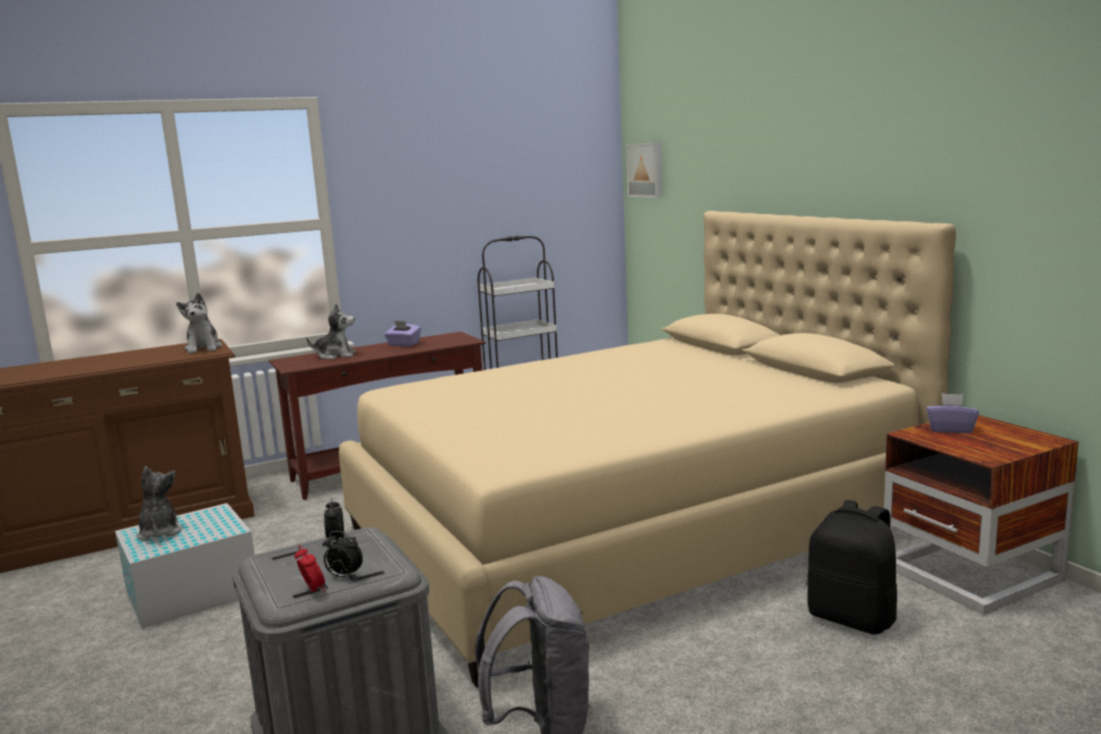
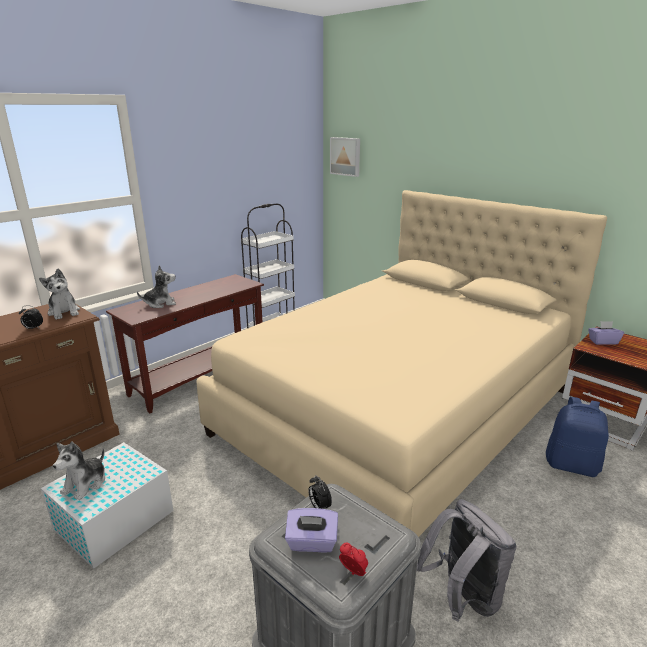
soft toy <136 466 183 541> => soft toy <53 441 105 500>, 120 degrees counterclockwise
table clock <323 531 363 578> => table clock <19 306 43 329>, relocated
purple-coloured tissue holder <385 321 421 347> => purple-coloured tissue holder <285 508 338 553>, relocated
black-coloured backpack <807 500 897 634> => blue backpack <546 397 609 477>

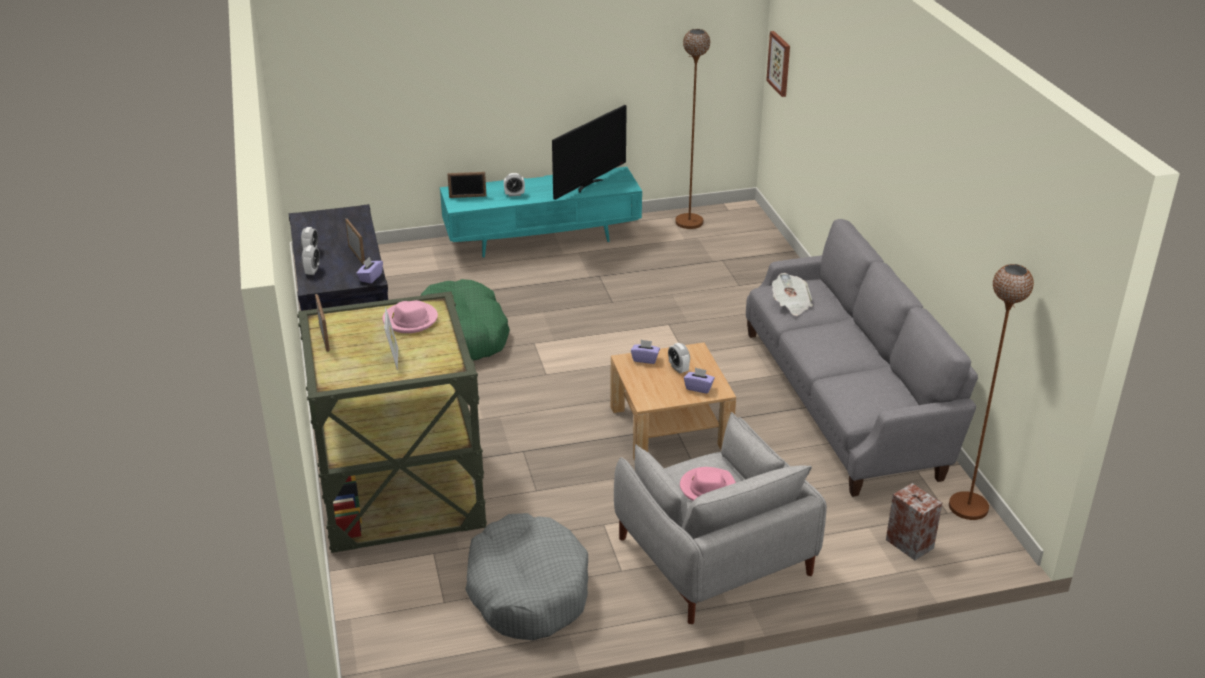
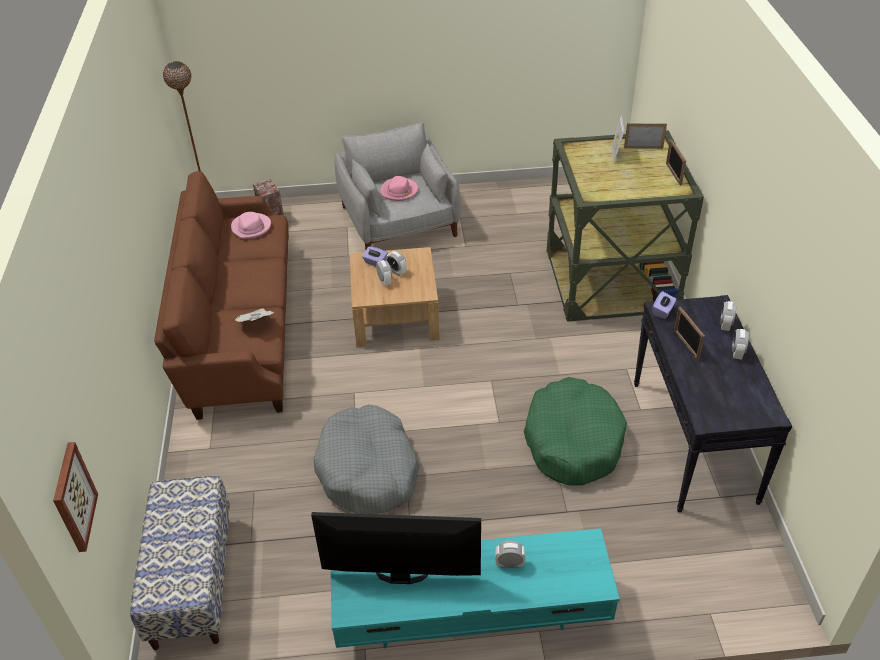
pink-coloured wearable hat <382 300 438 333> => pink-coloured wearable hat <231 212 271 239>, relocated
photo frame <447 172 487 198> => photo frame <624 123 667 149>, relocated
gray dog cushion <465 513 588 641> => gray dog cushion <314 405 419 514>, relocated
TV set <552 105 627 200> => TV set <311 512 481 584>, 45 degrees clockwise
purple-coloured tissue holder <631 340 660 364> => nothing
brownish standing lamp <675 29 710 229> => nothing
gray sofa <746 219 978 497> => brownish sofa <154 171 289 420>
nothing => bench <130 476 230 650>
nothing => table clock <386 251 407 276>

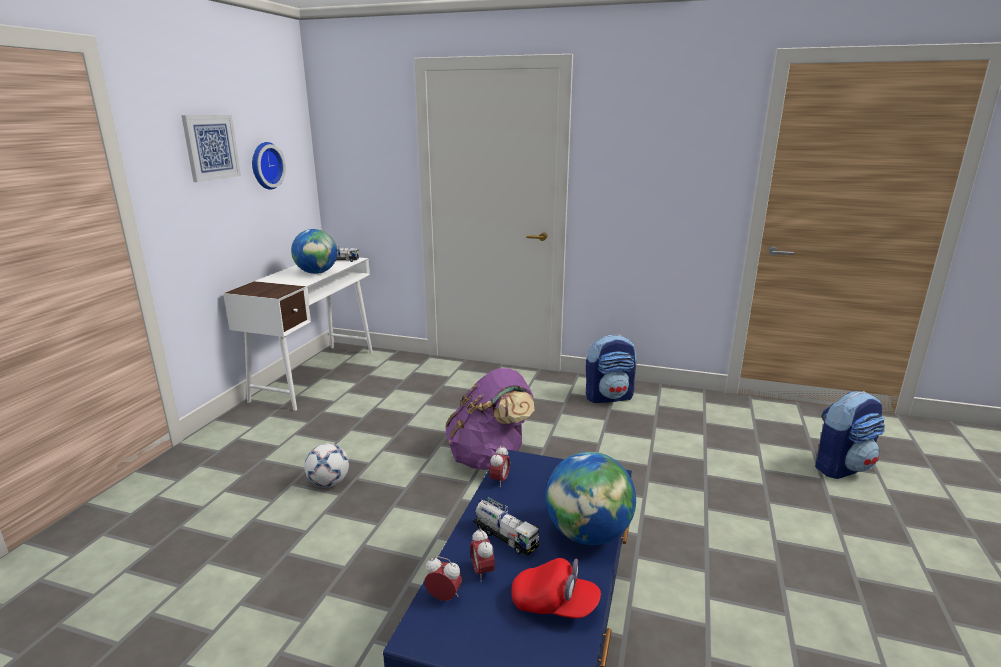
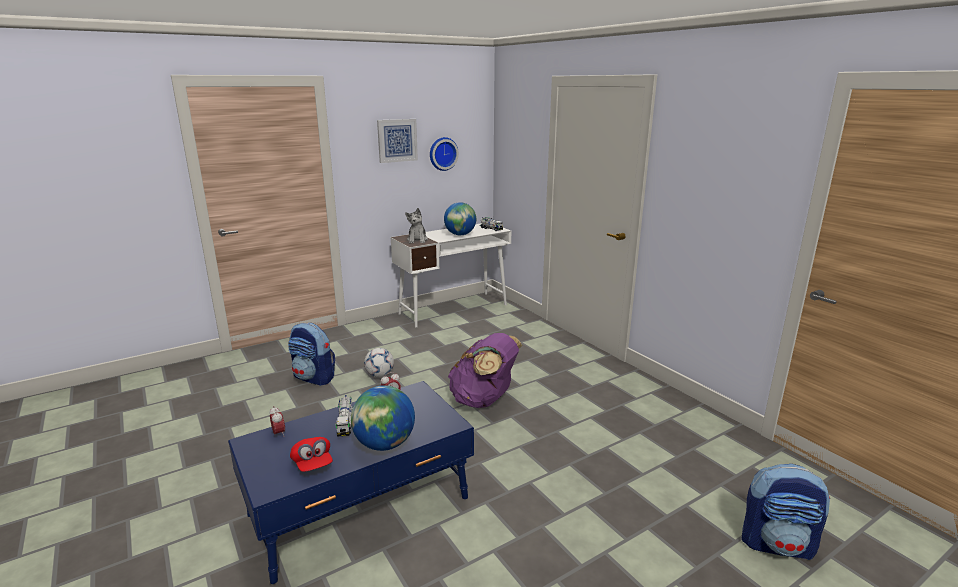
table clock <470 529 495 582> => nothing
backpack <586 334 636 403> => backpack <288 323 335 386>, relocated
nothing => soft toy <405 208 428 243>

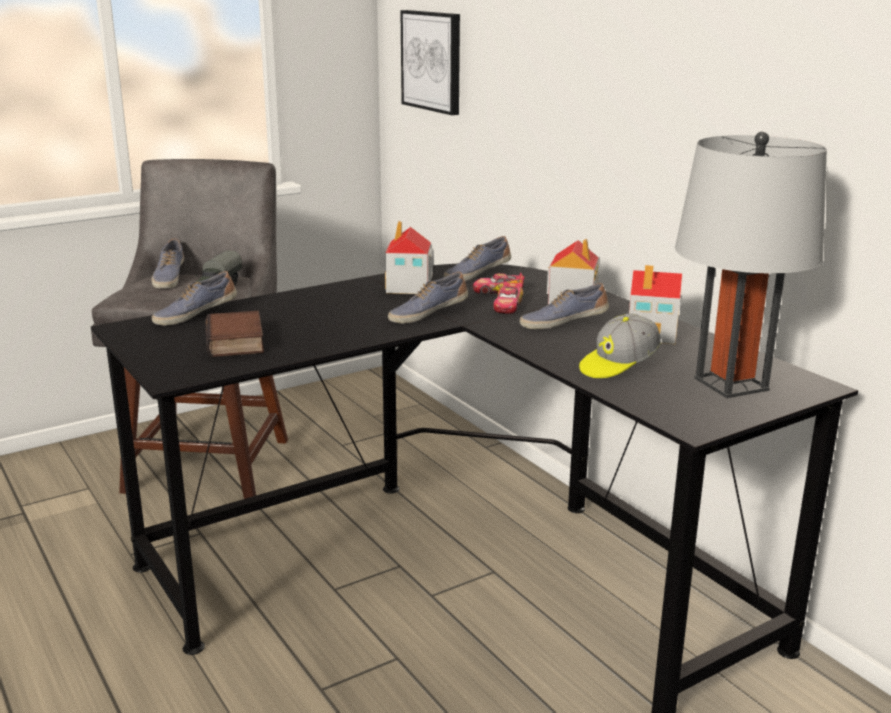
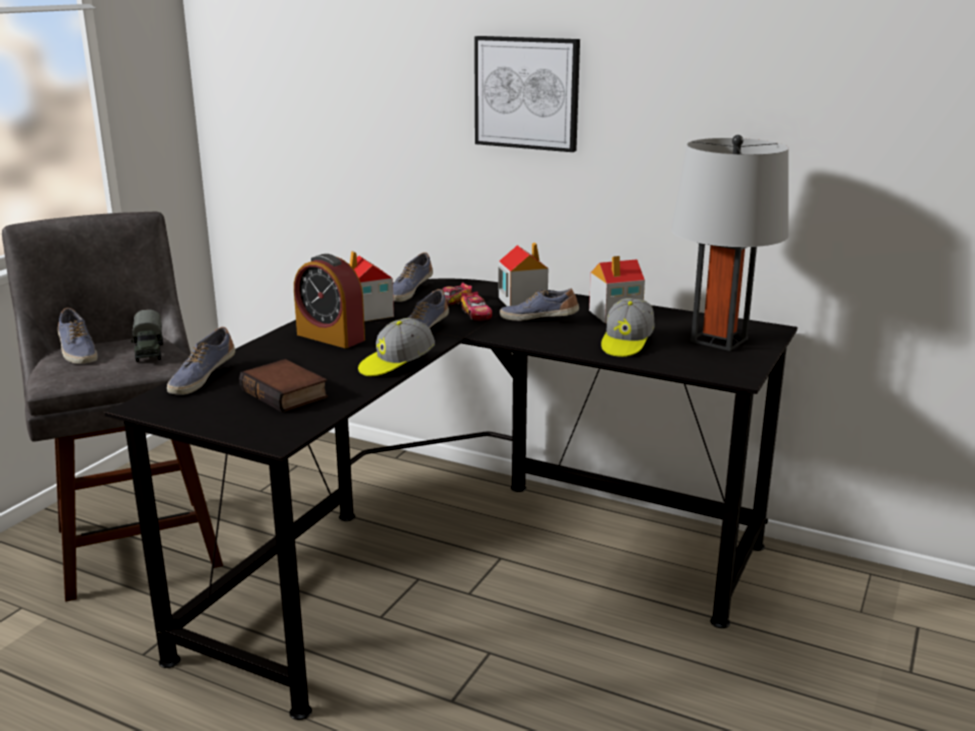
wall art <400 10 460 115> => wall art <474 36 580 152>, relocated
shoe <520 283 609 329> => shoe <500 288 579 321>, 60 degrees clockwise
nothing => table clock <294 254 365 348>
nothing => peaked cap <358 318 435 376>

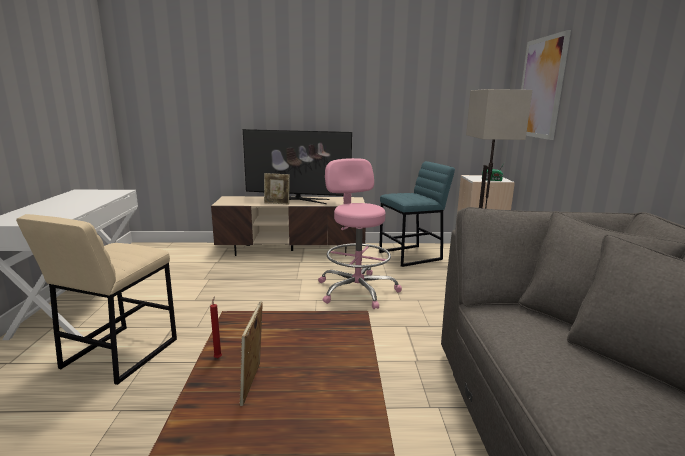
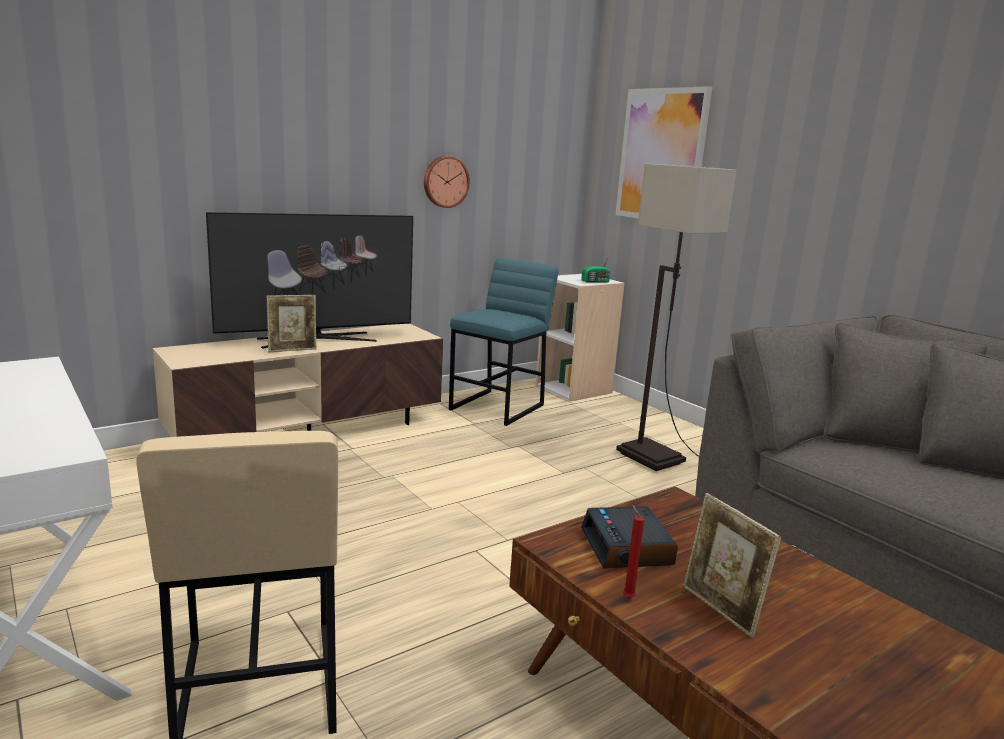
pink-coloured stool seat <318 158 402 309> => nothing
nothing => clock on the wall <424 156 470 208>
nothing => table clock <581 506 678 568>

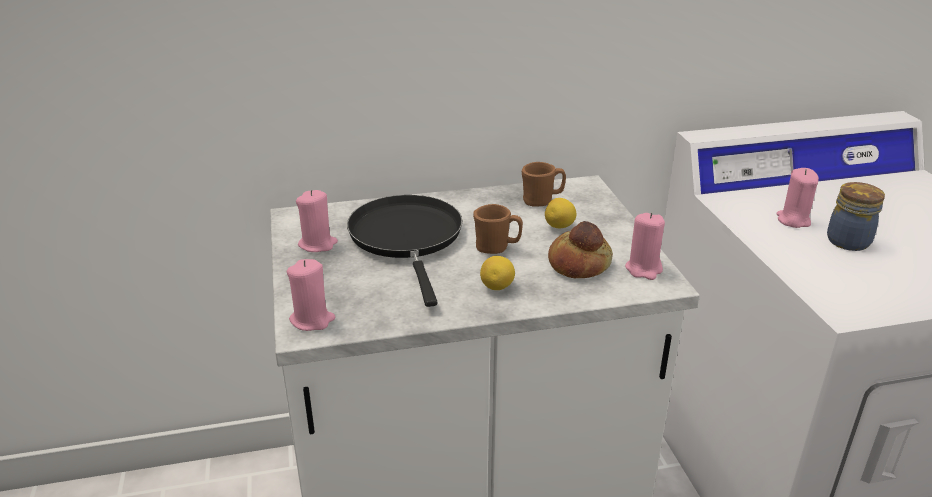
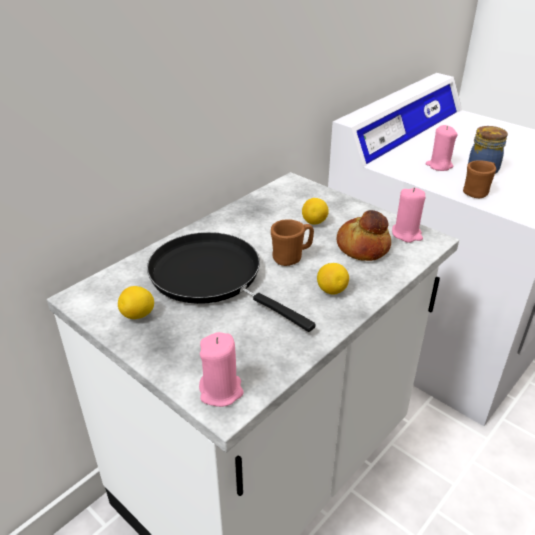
pink-coloured wax light <296 190 338 252> => lemon <118 286 154 319>
brownish coffee mug <522 162 566 207> => brownish coffee mug <463 160 496 198>, relocated

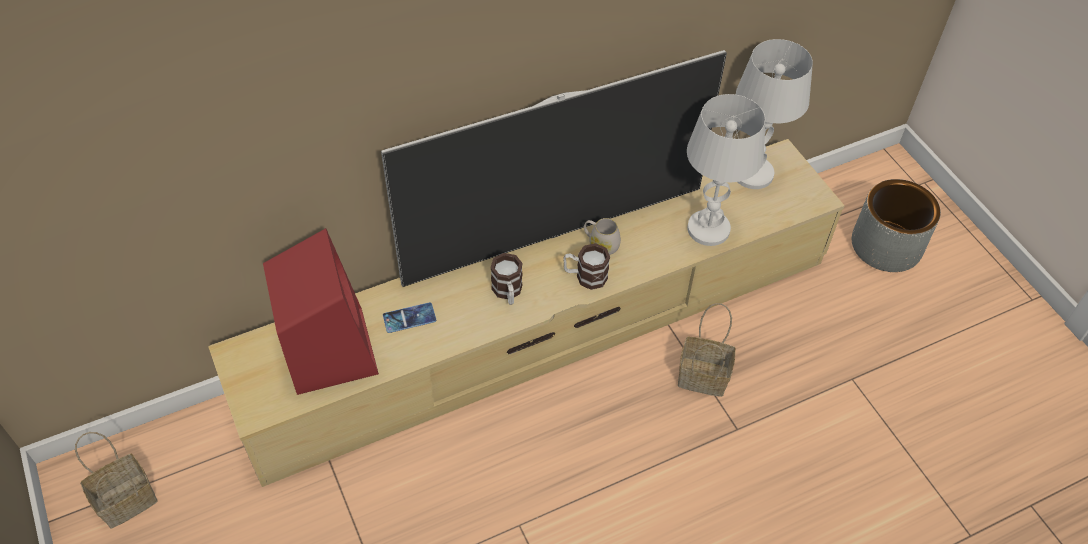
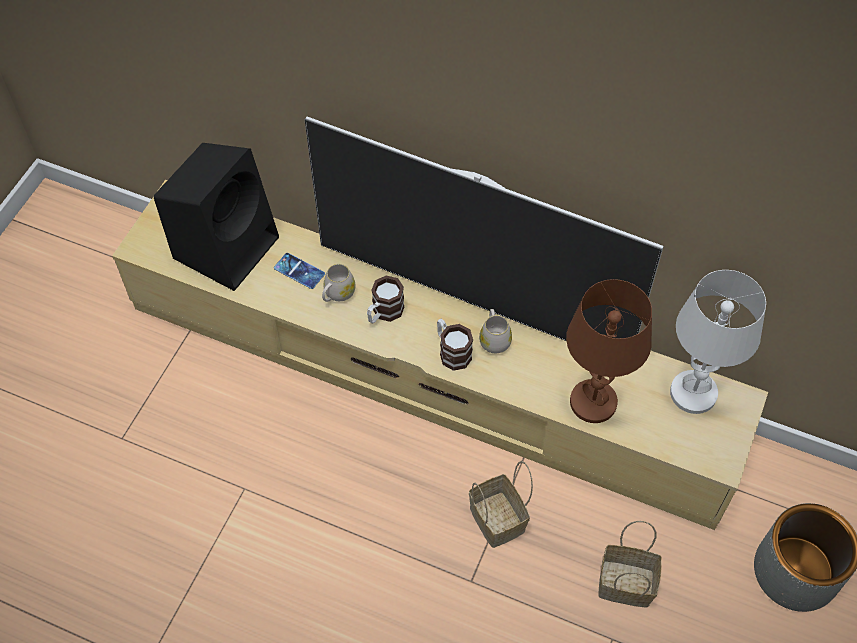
basket <75 432 157 529> => basket <598 521 662 608>, relocated
red audio speaker <263 228 379 395> => black-coloured audio speaker <154 143 279 291>
white-coloured tabletop lamp <687 94 765 246> => brownish tabletop lamp <566 279 652 423>
nothing => white-coloured coffee mug <322 264 355 302>

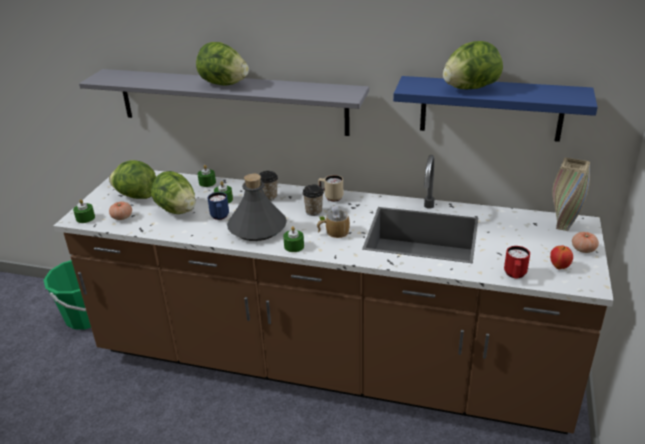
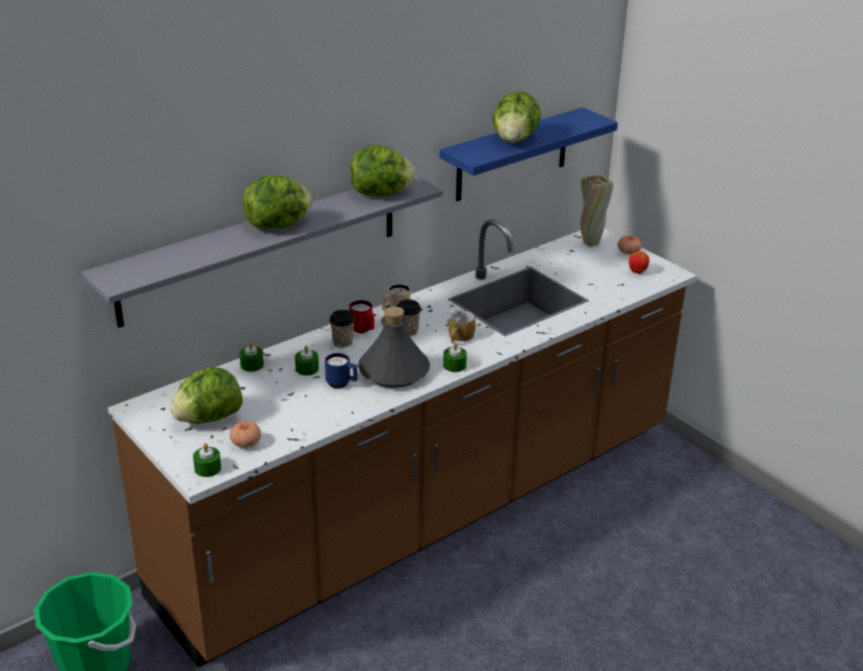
head of lettuce <151 171 196 214> => head of lettuce <350 145 415 196>, relocated
red coffee mug <504 246 530 278> => red coffee mug <349 300 374 333>, relocated

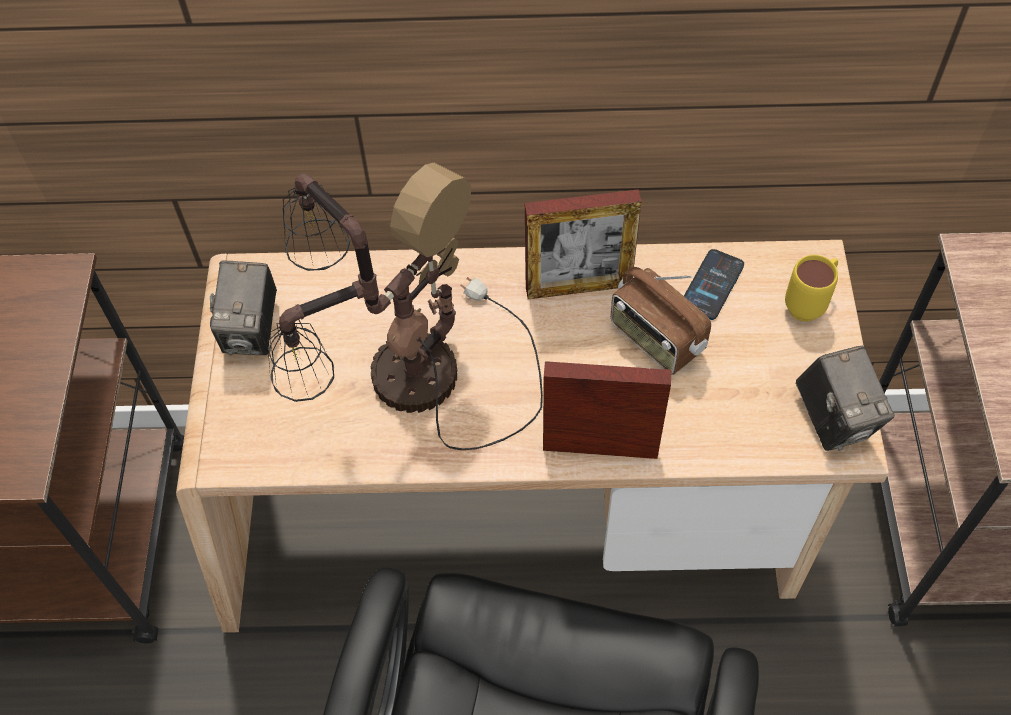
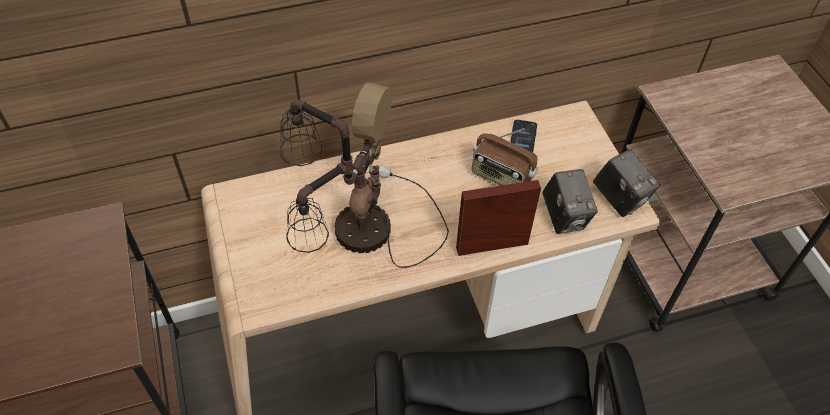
still camera <210 261 277 355> => still camera <542 169 598 234>, relocated
photo frame <525 190 641 299> => nothing
yellow-coloured coffee mug <785 255 838 322> => nothing

